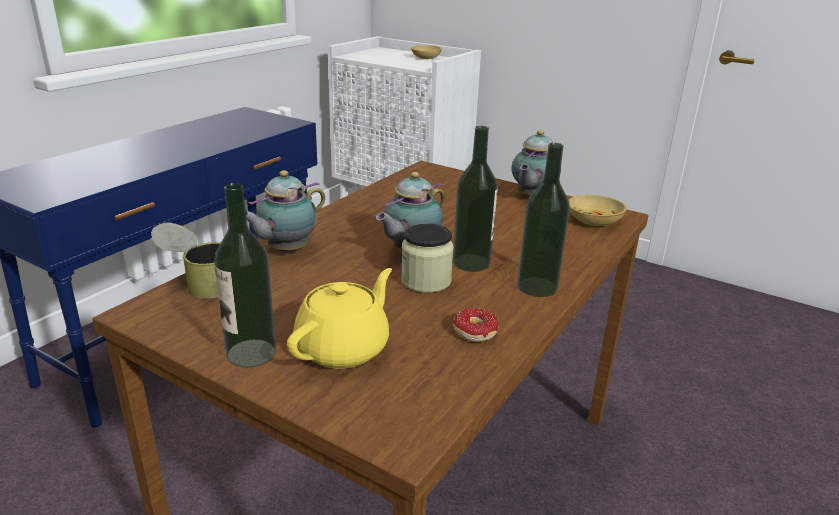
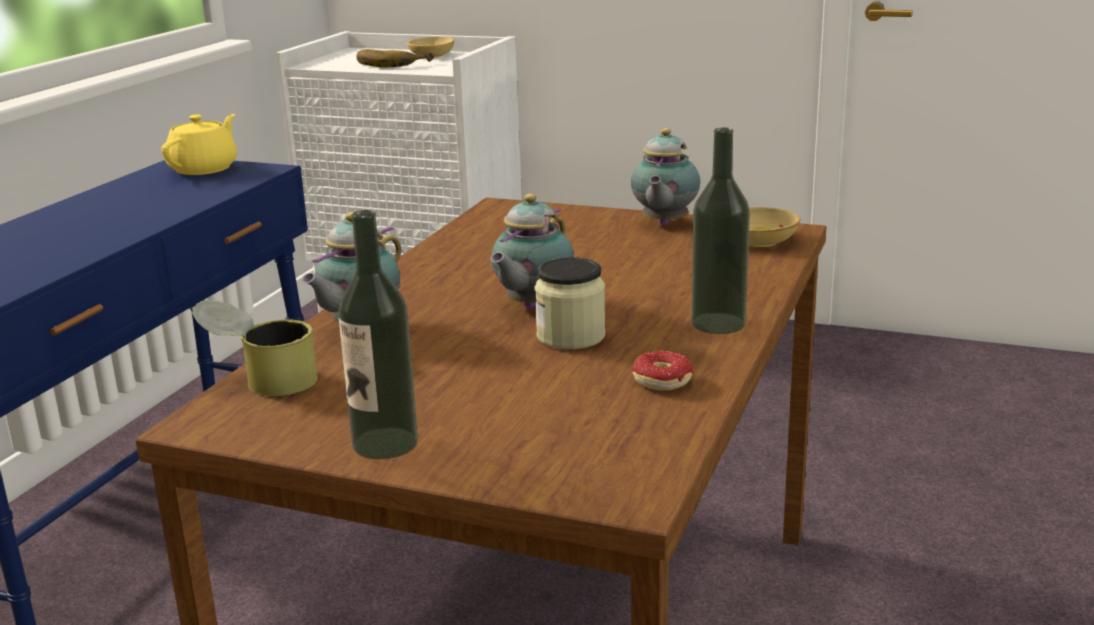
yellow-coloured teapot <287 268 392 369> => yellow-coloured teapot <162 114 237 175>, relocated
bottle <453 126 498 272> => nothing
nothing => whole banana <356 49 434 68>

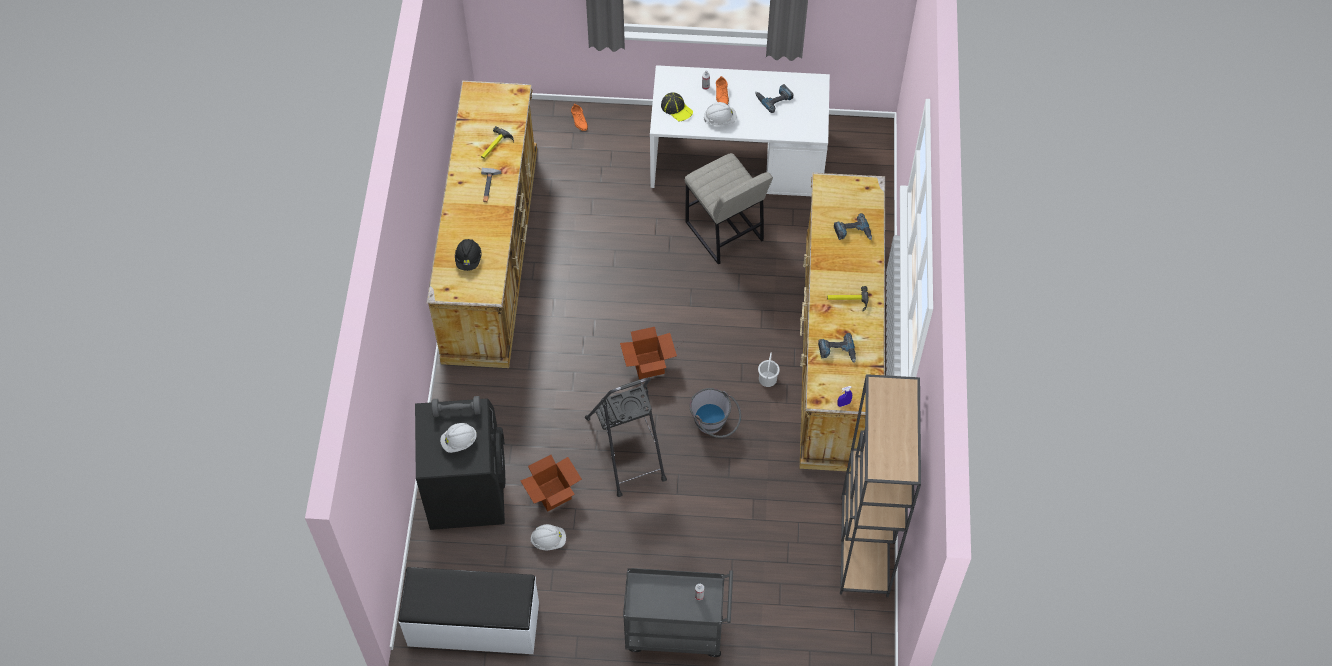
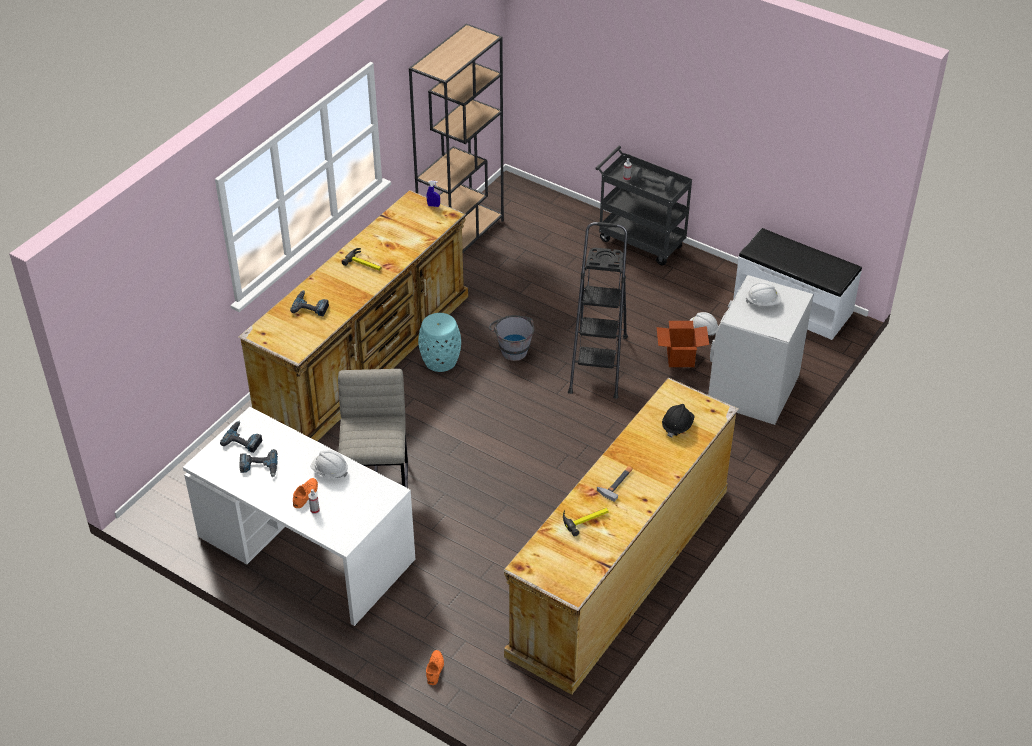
black-coloured laundry machine <415 398 505 530> => white-coloured laundry machine <708 275 814 425>
gray dumbbell <432 396 481 417> => gray dumbbell <632 167 675 192>, relocated
carton <620 327 677 379> => nothing
peaked cap <661 92 693 122> => nothing
white-coloured water bucket <758 353 780 387> => turquoise-coloured stool seat <418 313 461 372>
drill <818 333 856 363> => drill <220 421 263 453>, relocated

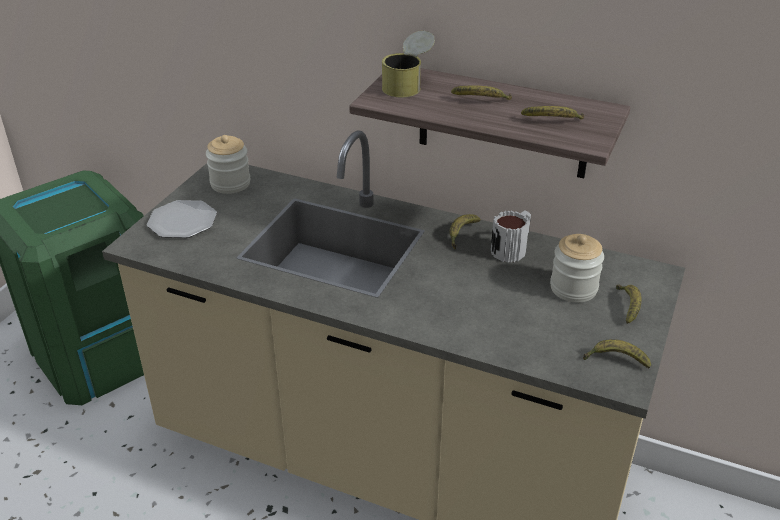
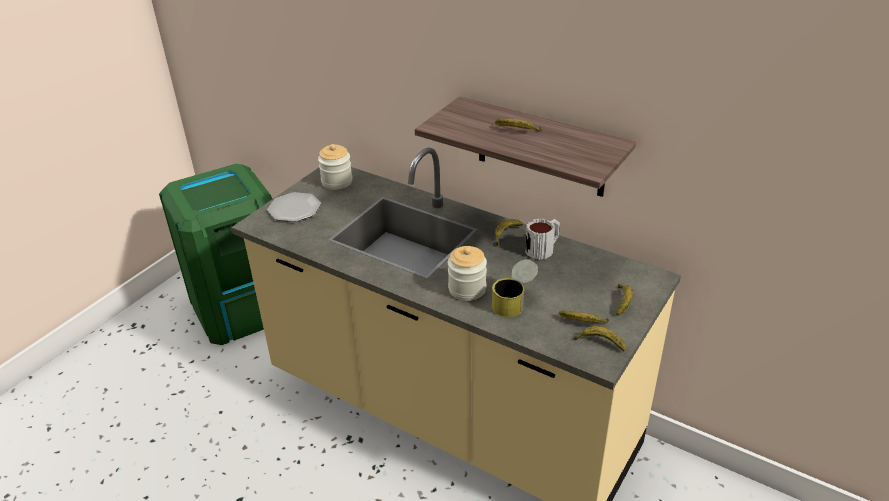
sealed can <382 31 435 98> => sealed can <492 259 538 317>, relocated
whole banana <521 106 584 120> => whole banana <559 311 609 323>, relocated
jar <550 234 604 302> => jar <448 246 487 301>, relocated

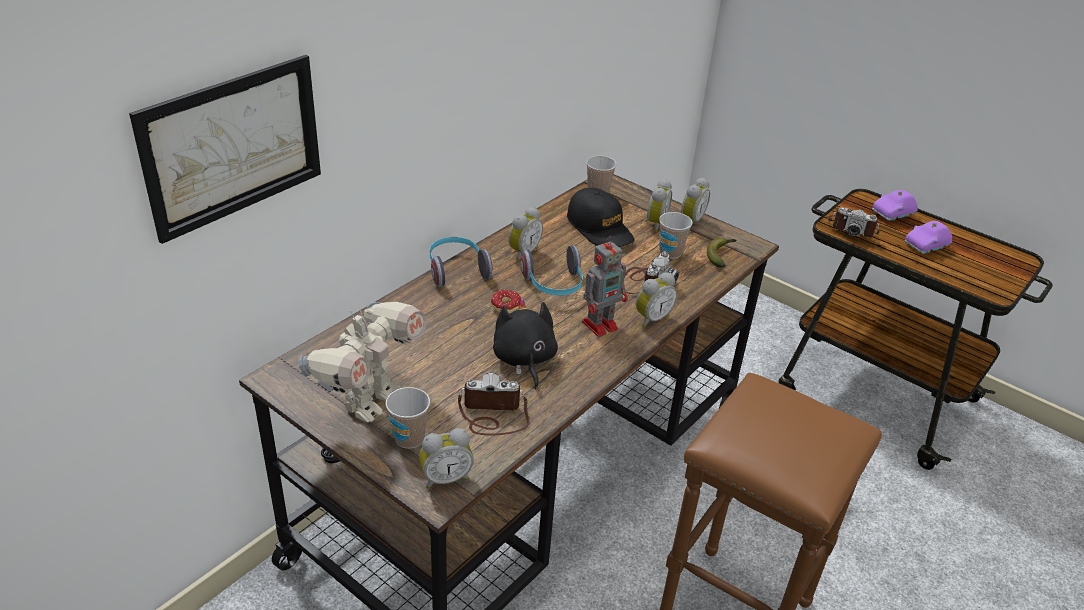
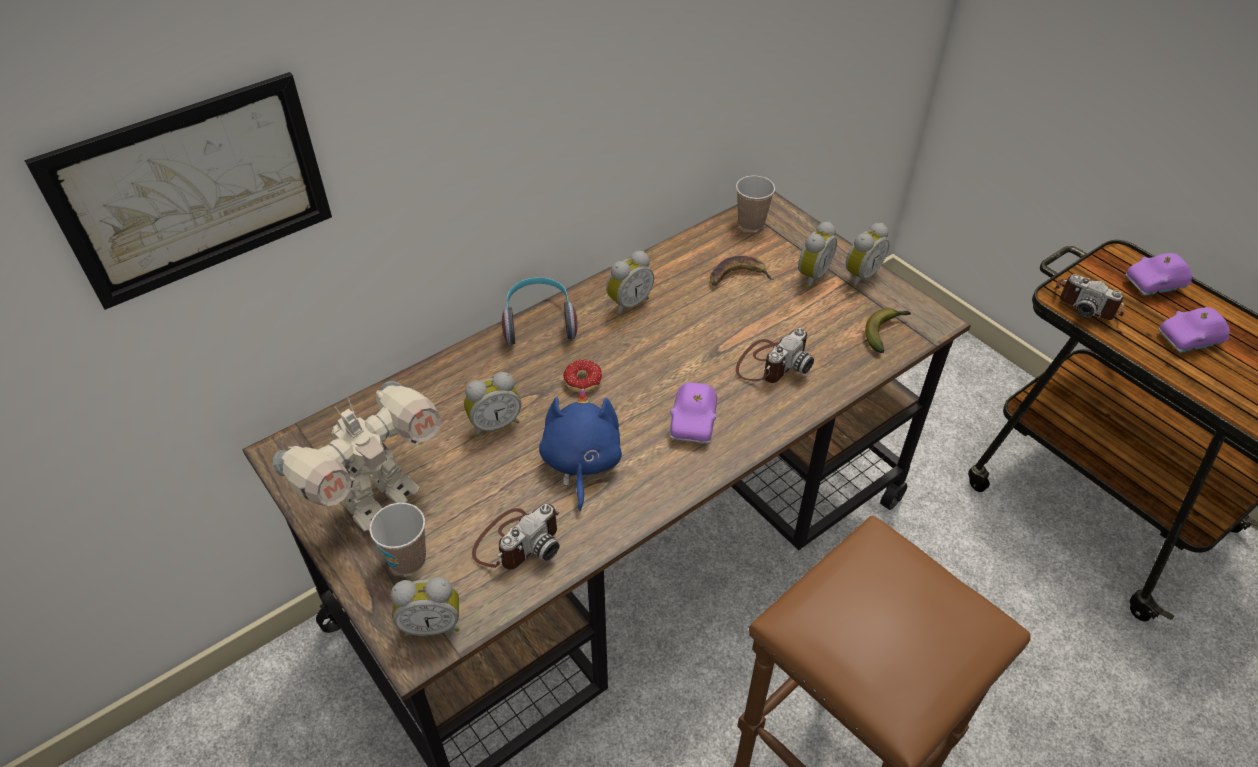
still camera <458 372 530 435> => still camera <472 504 559 570>, 120 degrees clockwise
black-coloured soft toy <493 298 558 390> => blue soft toy <539 388 622 511>
pair of headphones <520 245 583 296> => nothing
black-coloured peaked cap <567 188 634 247> => whole banana <710 256 774 286>
robot figure <582 236 628 337> => purple-coloured miniature car <670 382 717 444>
table clock <636 272 677 328> => table clock <464 372 521 437>, relocated
drinking cup <659 212 693 259> => nothing

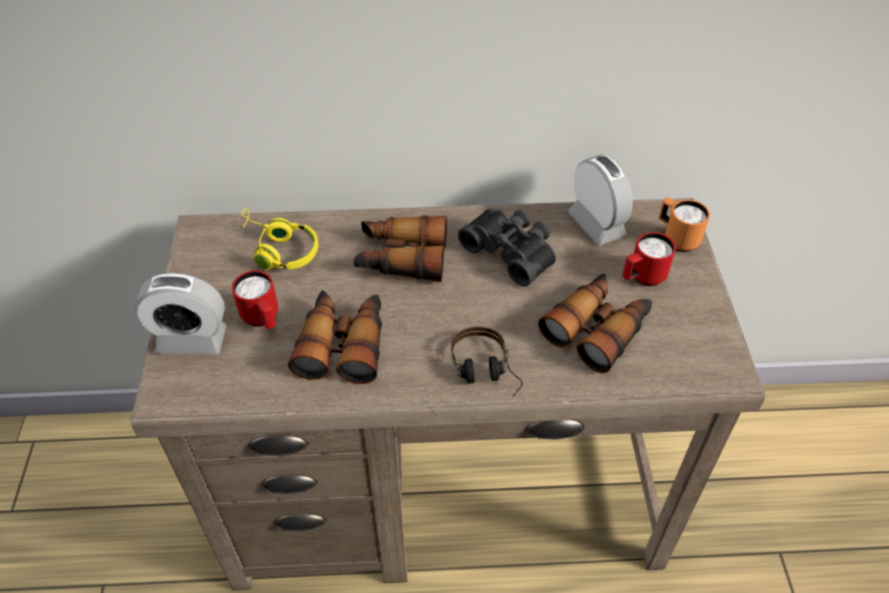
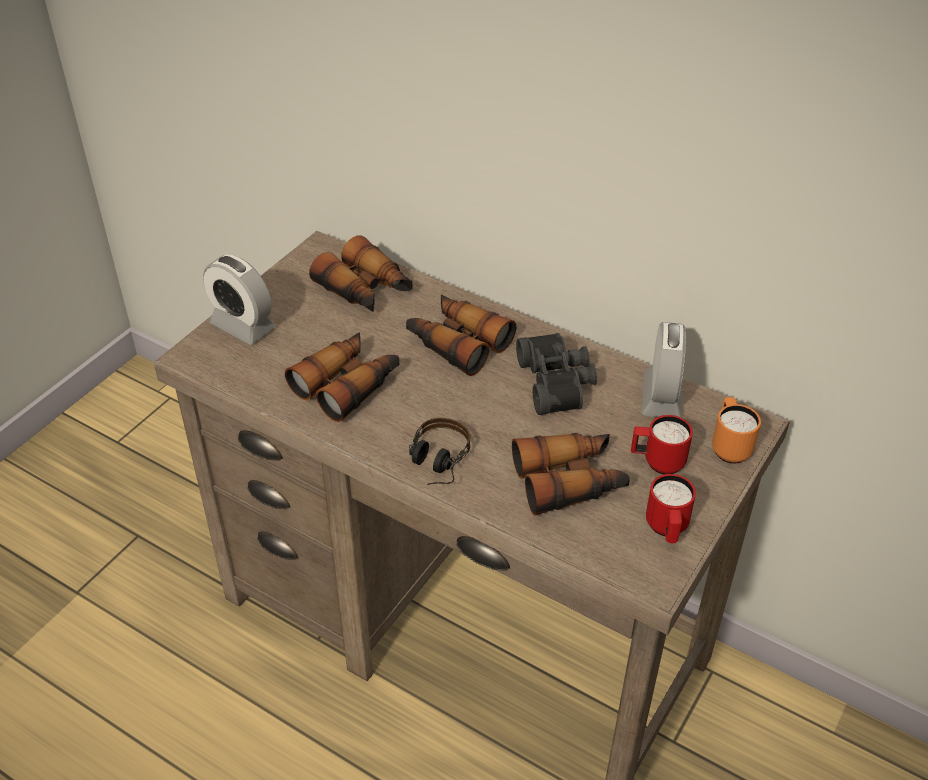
red coffee mug <232 270 278 329> => red coffee mug <646 474 696 543>, relocated
yellow-coloured pair of headphones <240 207 318 270> => field glasses <309 235 413 312>

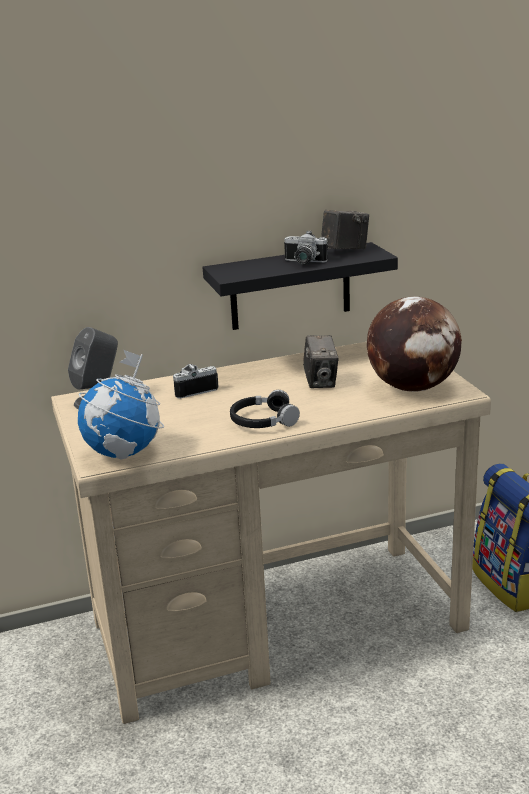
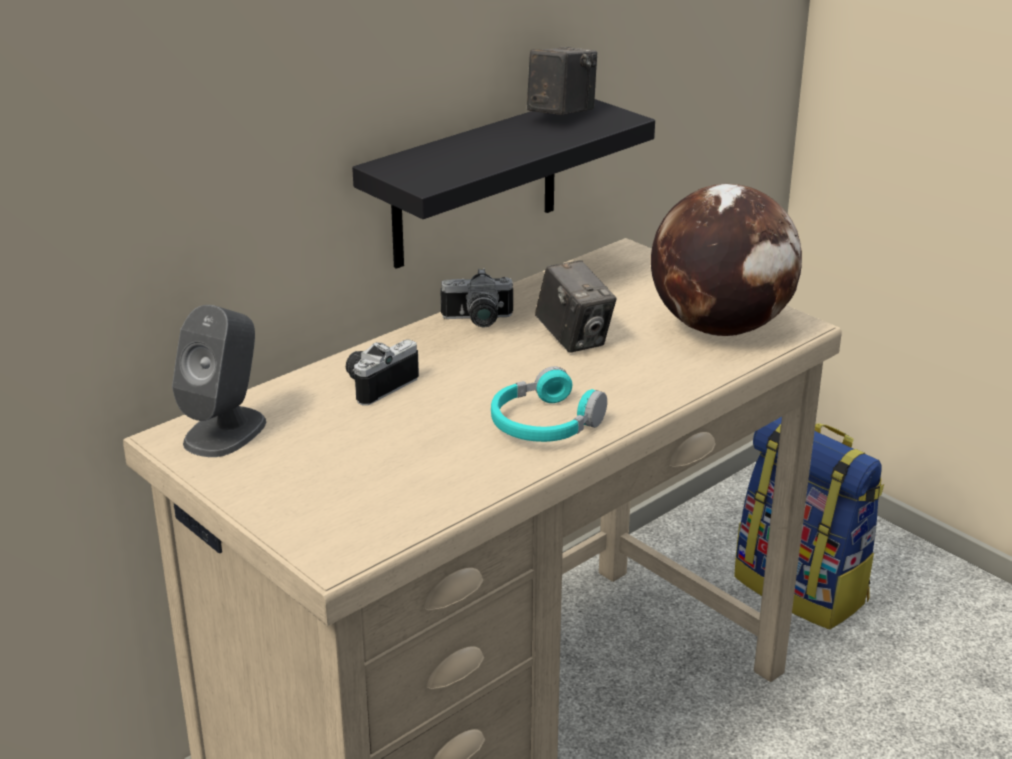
globe <78 350 164 459> => nothing
black-coloured pair of headphones <230 390 300 428> => turquoise-coloured pair of headphones <491 366 607 442>
still camera <284 231 328 265> => still camera <440 268 513 328>, relocated

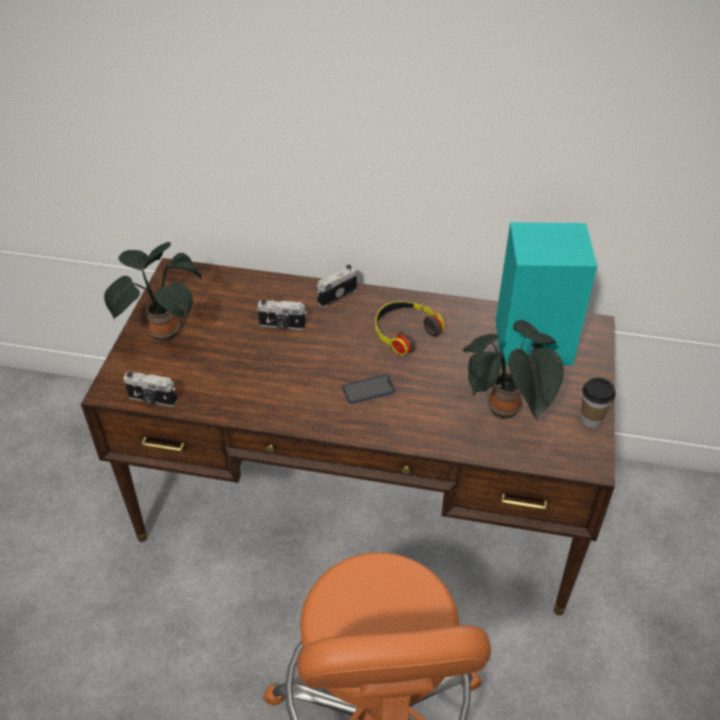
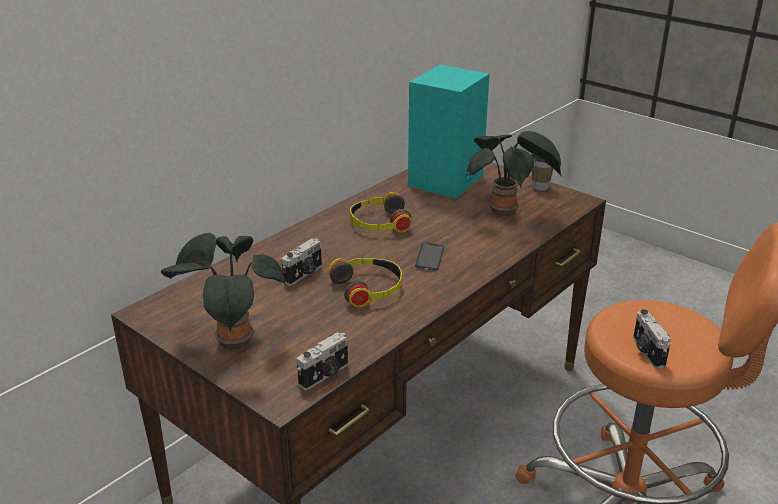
still camera <317 265 357 307> => still camera <633 309 671 369>, relocated
nothing => pair of headphones <328 258 402 308>

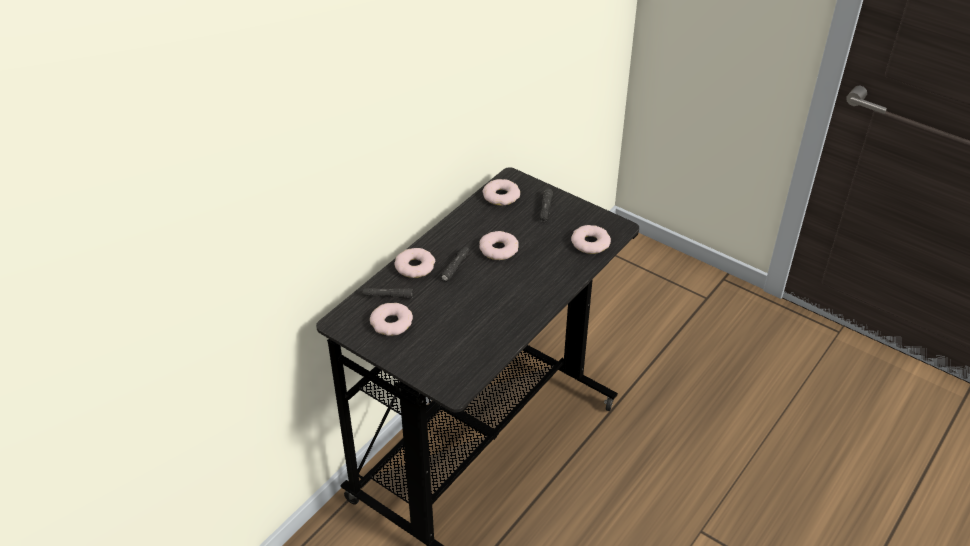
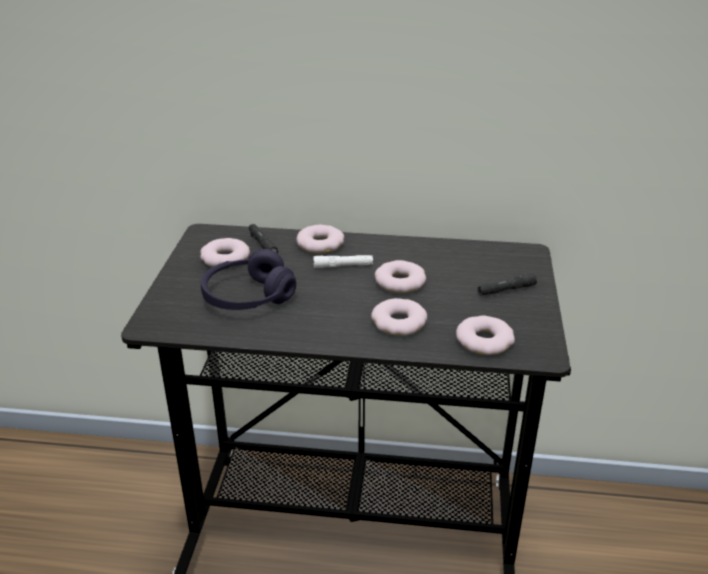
black-coloured flashlight <440 247 469 282> => white-coloured flashlight <313 255 373 268>
doughnut <482 179 520 205> => doughnut <371 298 427 336>, relocated
nothing => purple-coloured pair of headphones <201 249 296 310>

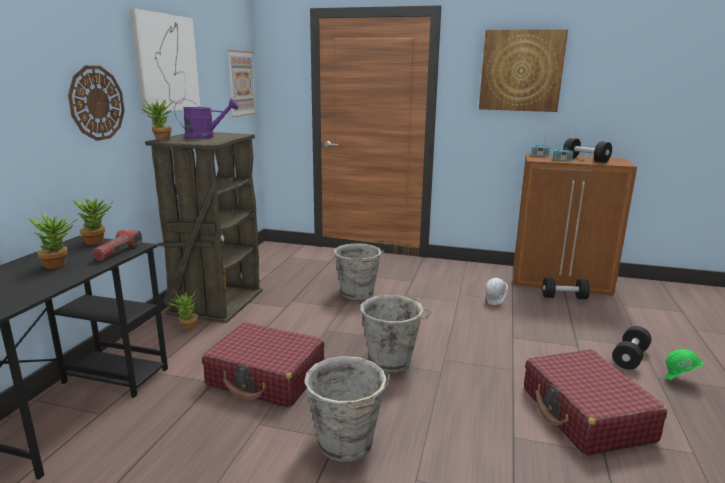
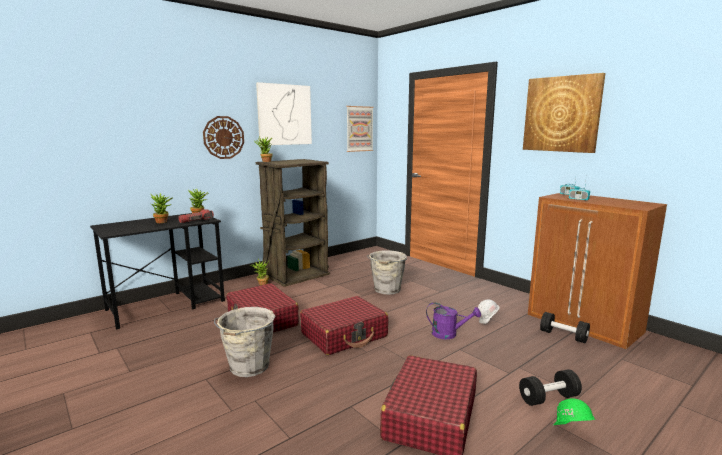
purple-coloured watering can <174 98 238 139> => purple-coloured watering can <426 302 481 339>, relocated
gray water bucket <361 295 431 372> => red piece of luggage <300 296 388 355>
black-coloured dumbbell <563 138 612 163> => nothing

